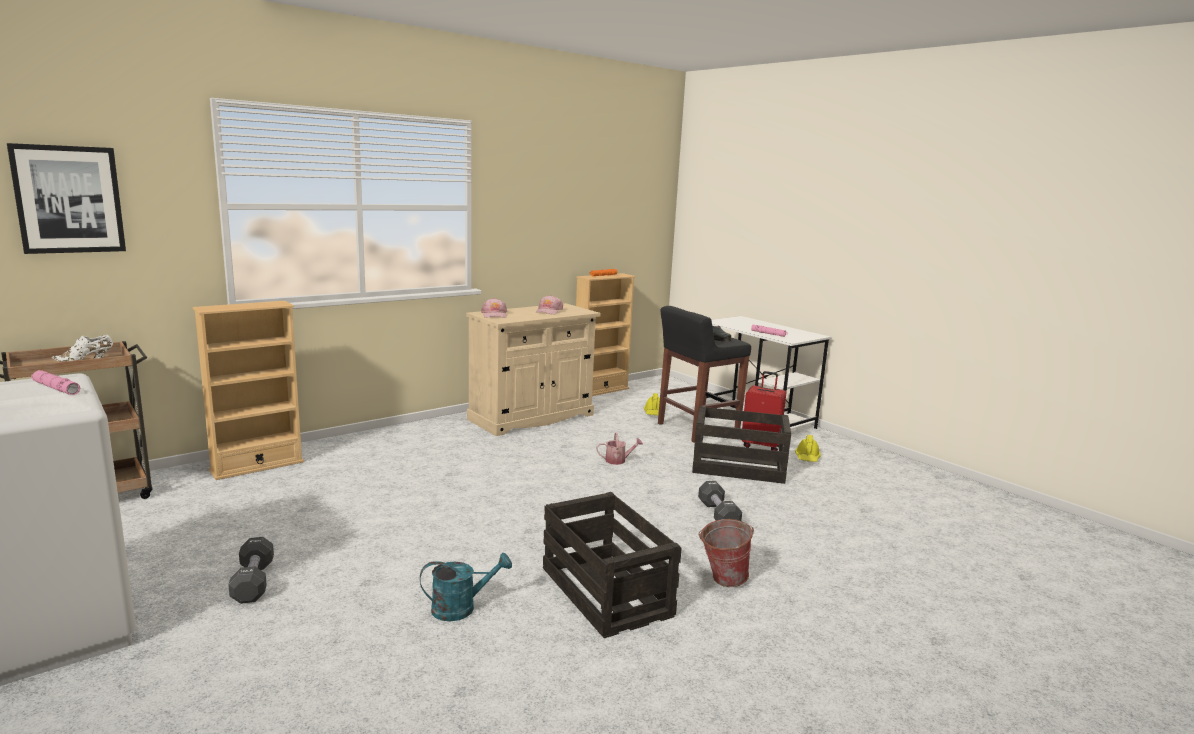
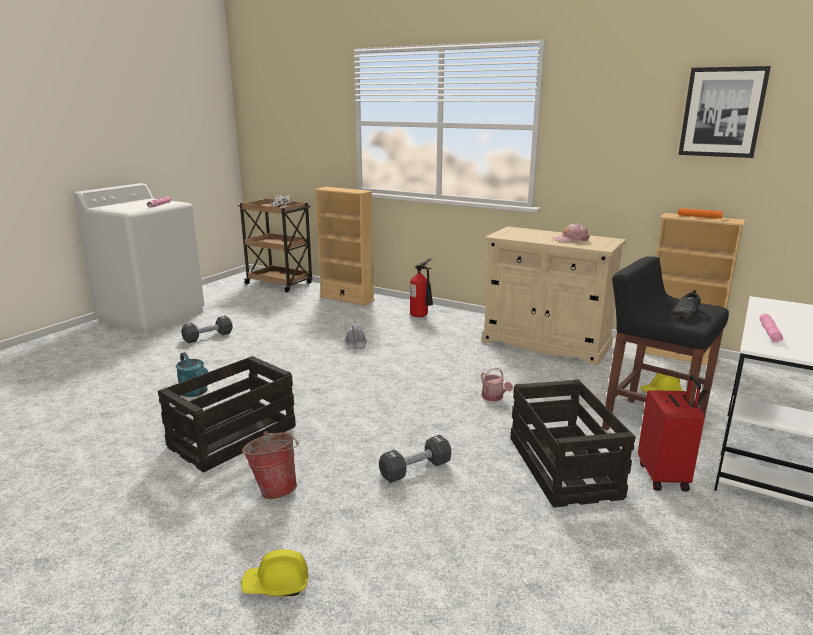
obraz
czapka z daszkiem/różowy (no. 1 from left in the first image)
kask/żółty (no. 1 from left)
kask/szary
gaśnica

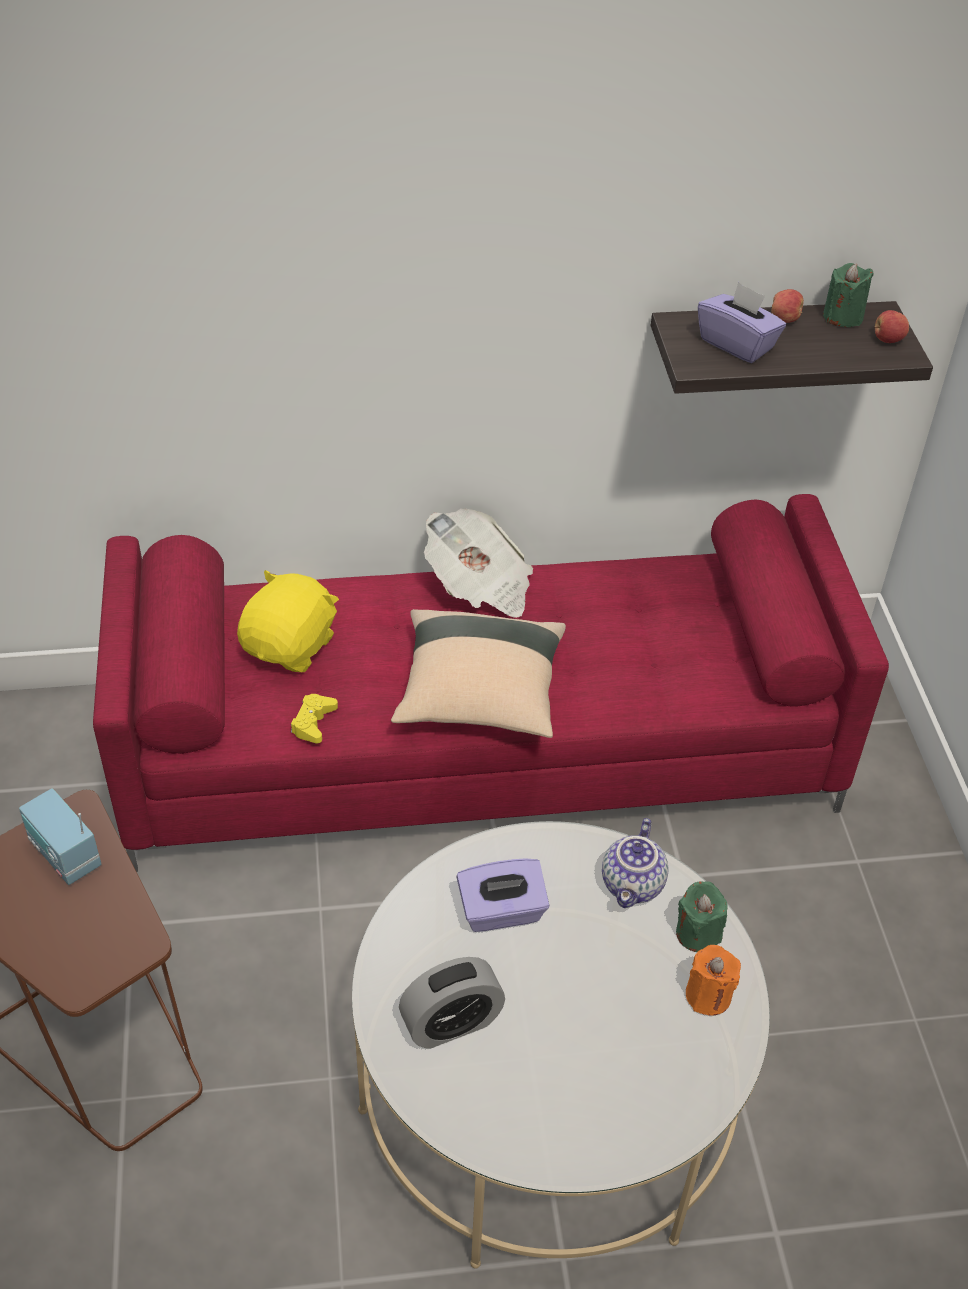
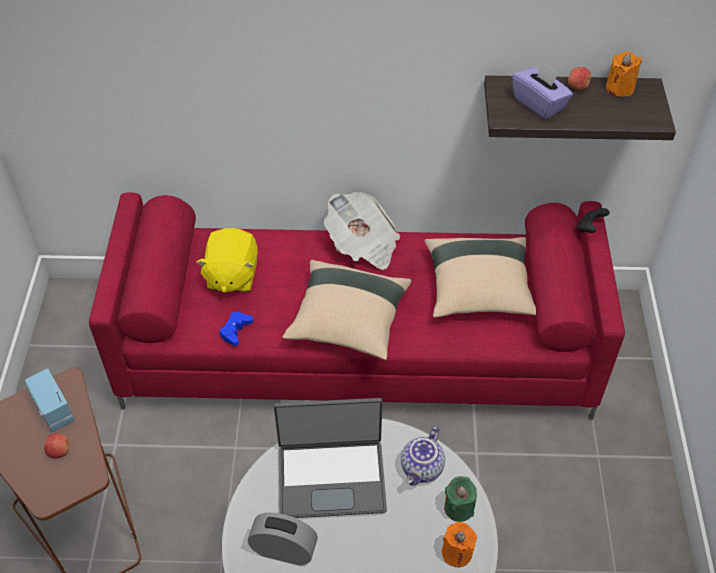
pluszak/żółty
pad do gier/niebieski
budzik
laptop
świeca/pomarańczowy (no. 2 from left)
jabłko (no. 1 from left)
poduszka/beżowy (no. 2 from left)
pad do gier/czarny

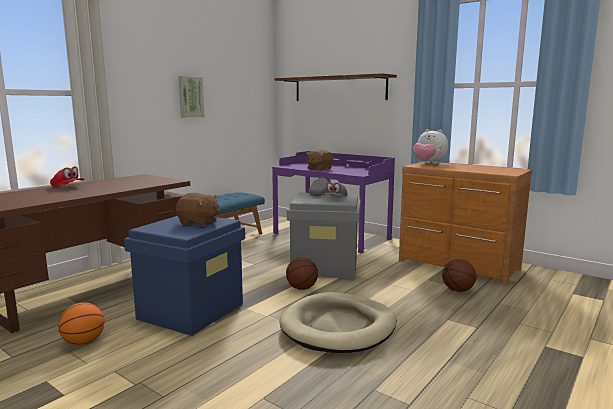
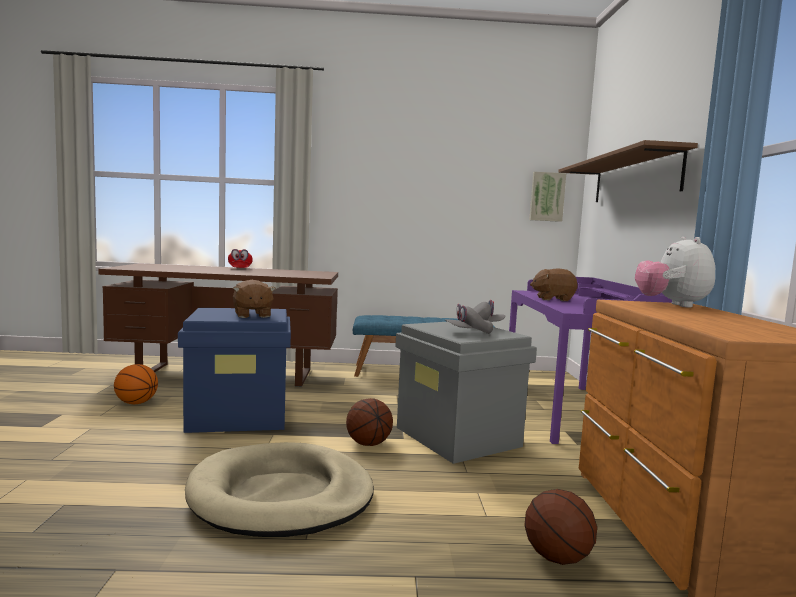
obraz

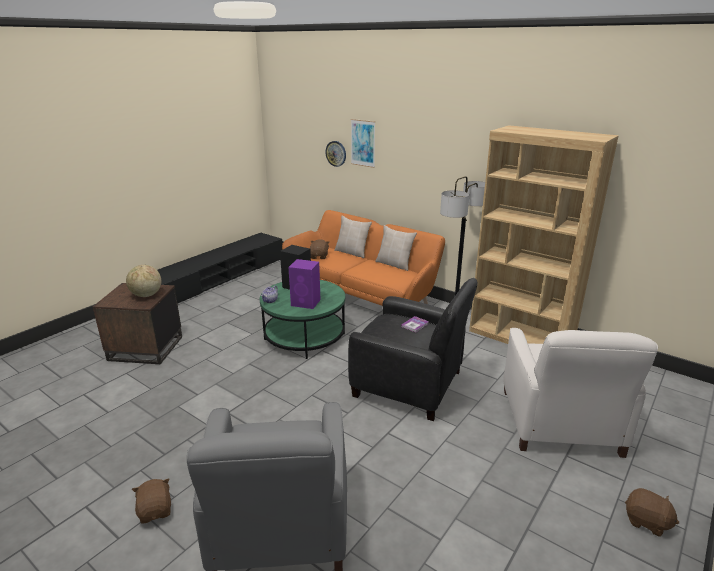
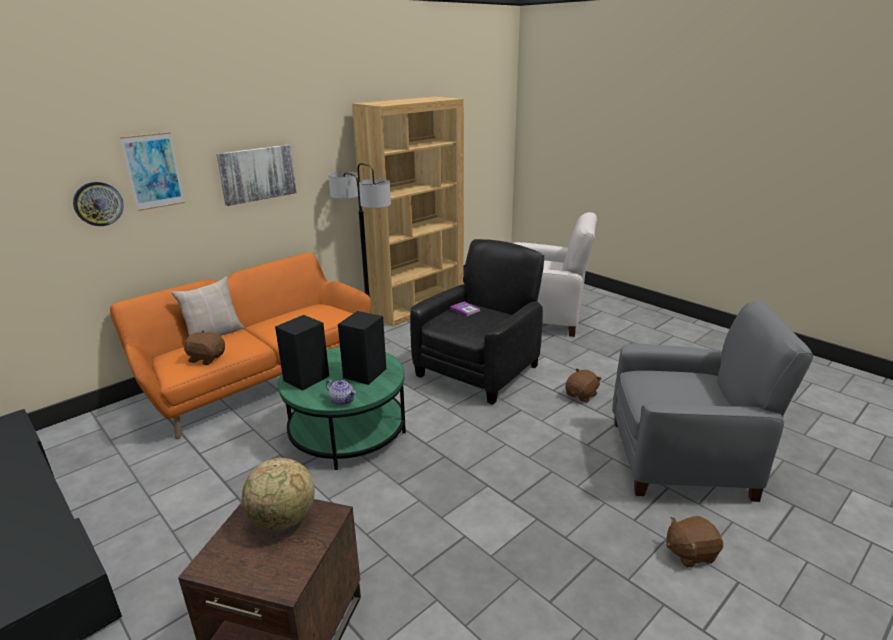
głośnik/czarny (no. 2 from left)
poduszka/beżowy (no. 2 from left in the first image)
pluszak/brązowy (no. 2 from left)
obraz (no. 2 from left)

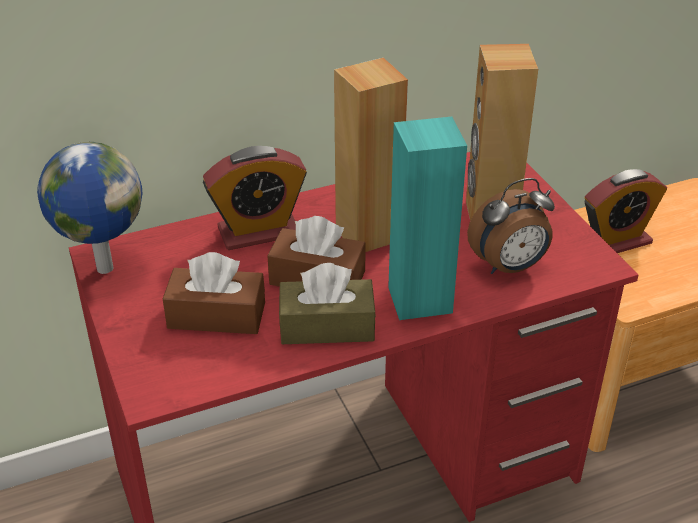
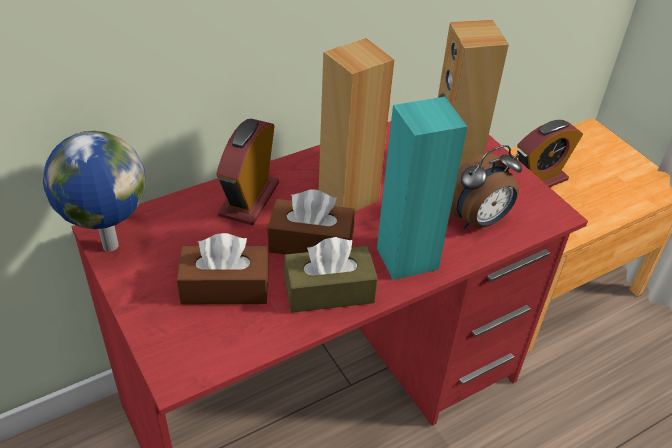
budzik (no. 1 from left)

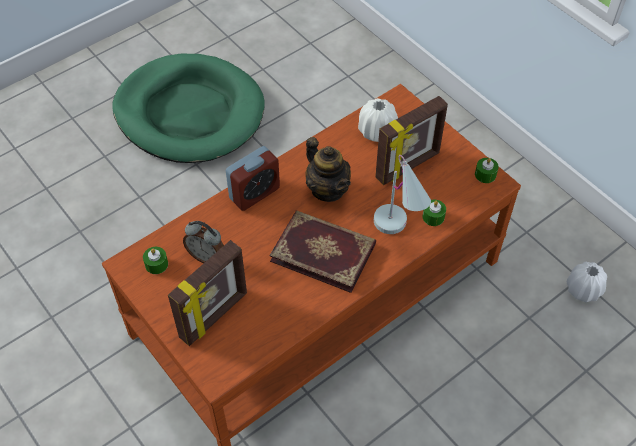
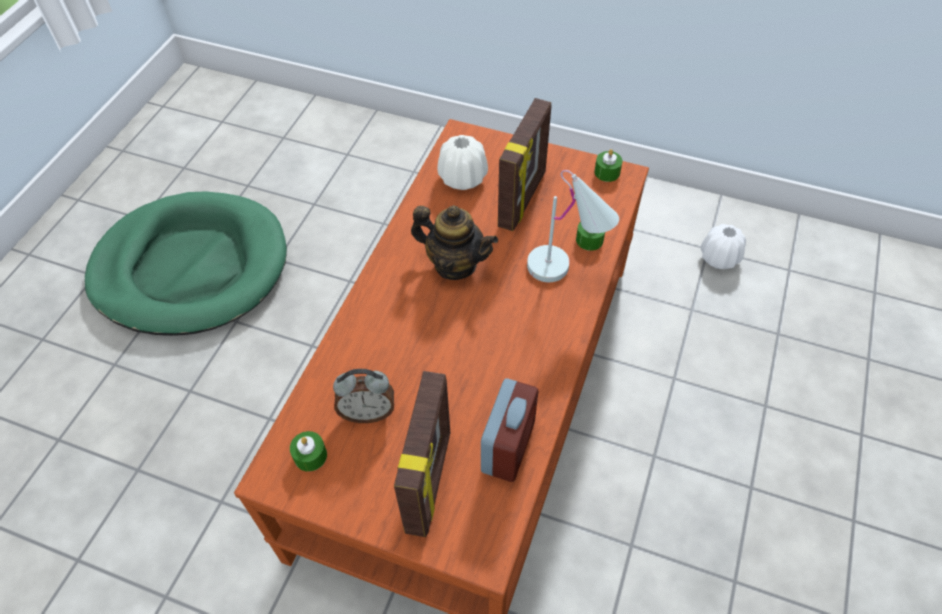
budzik (no. 2 from left)
książka

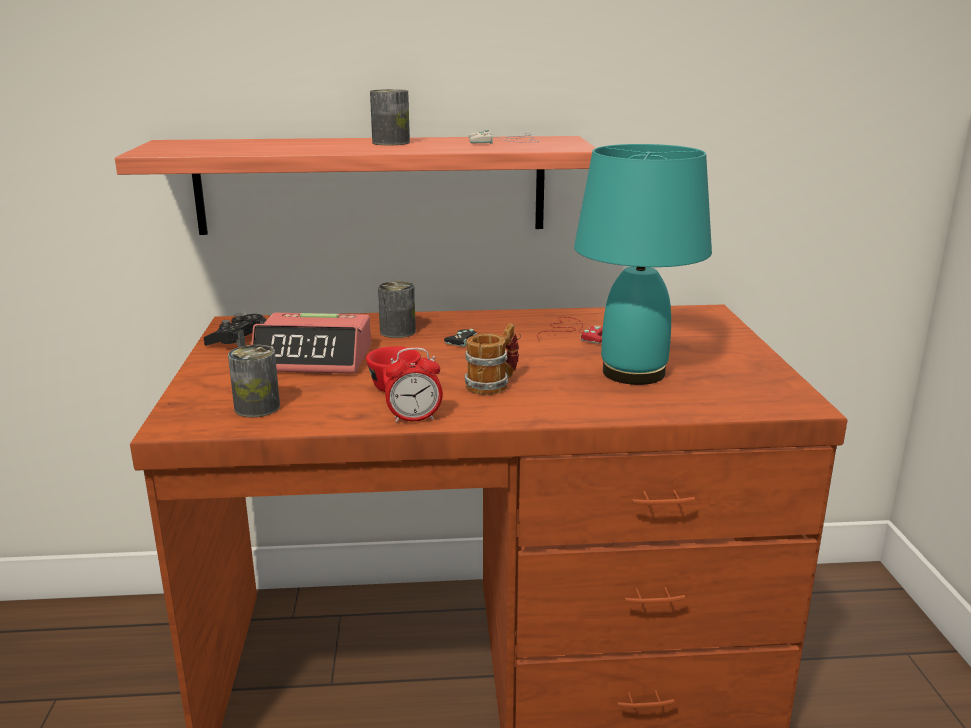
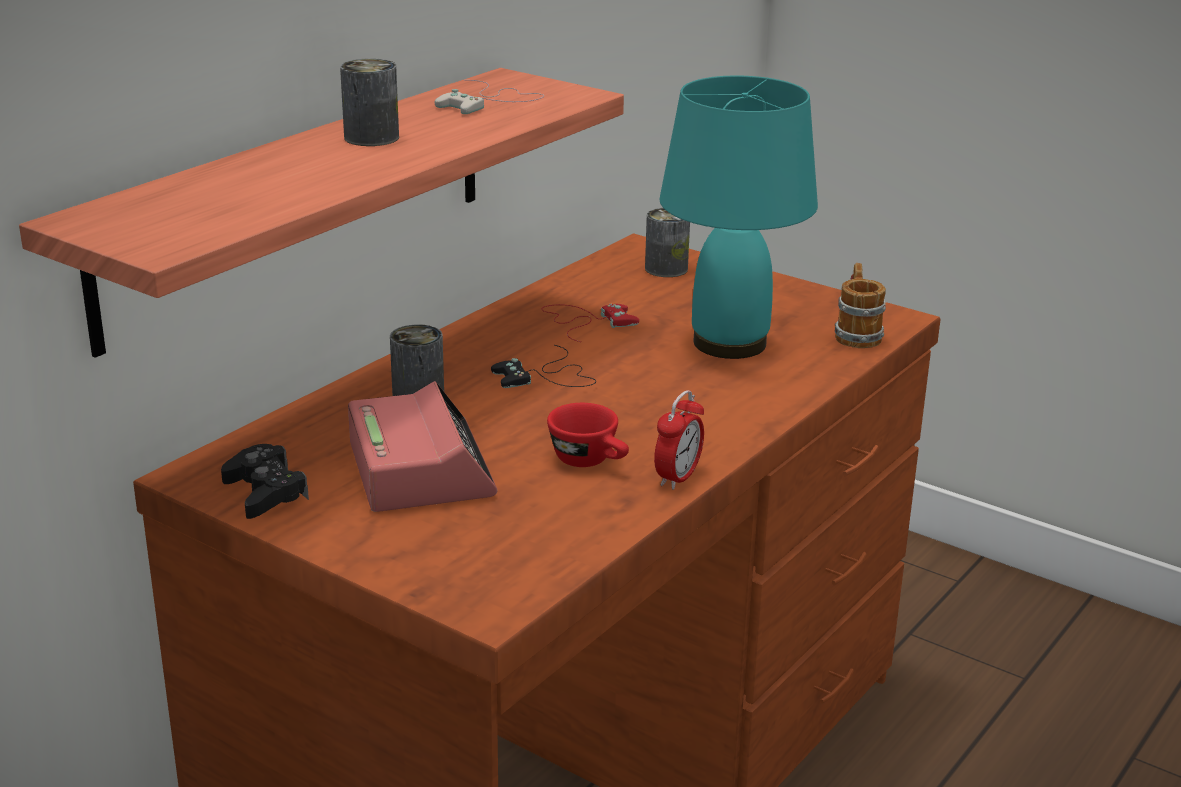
puszka (no. 3 from left)
budzik (no. 1 from left)
kubek

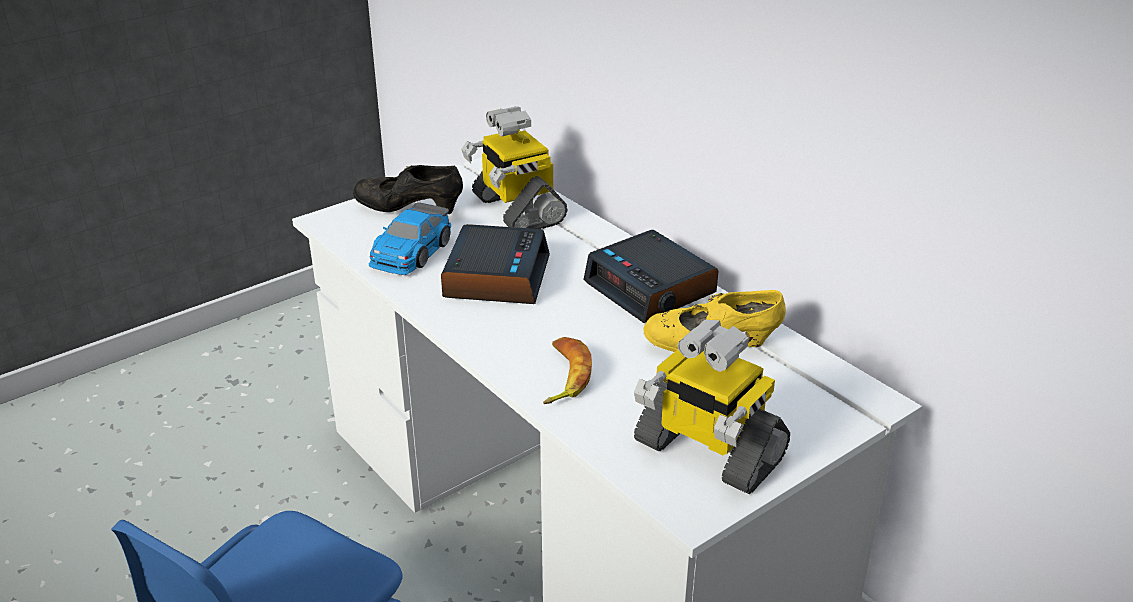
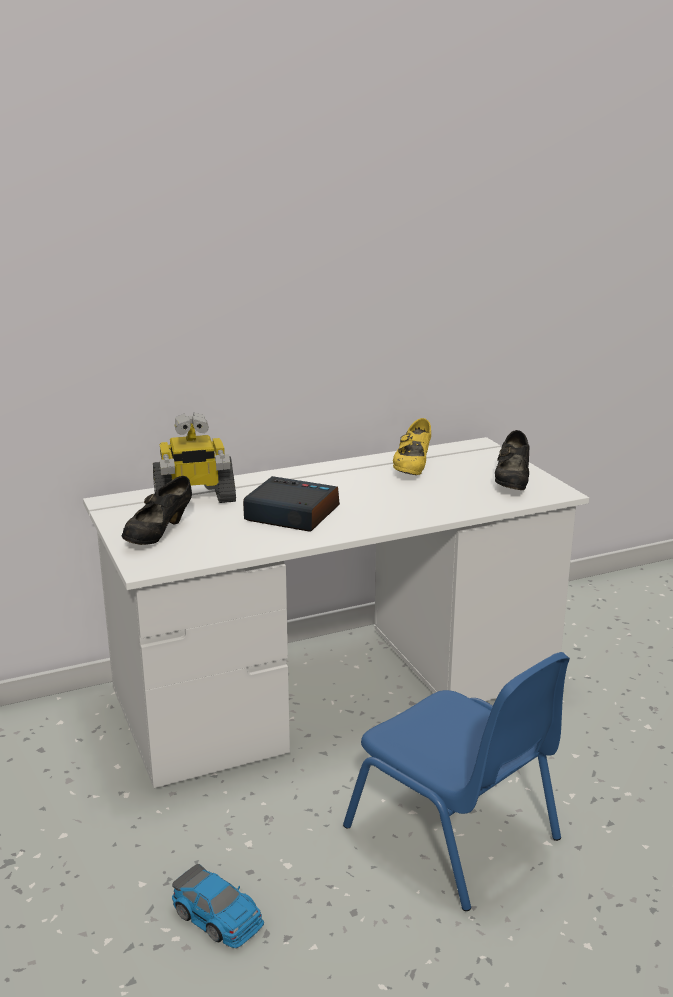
samochodzik
banan
budzik (no. 2 from left in the first image)
but/czarny (no. 2 from left)

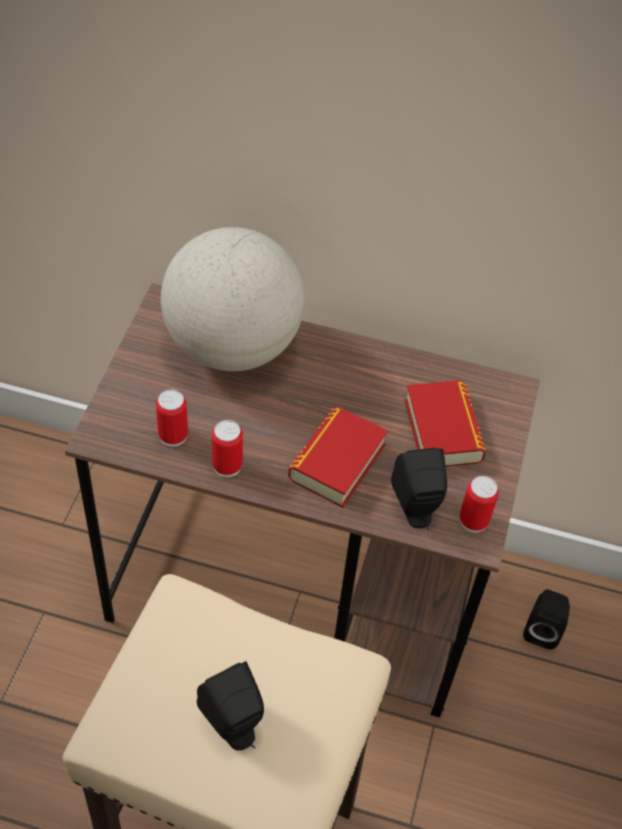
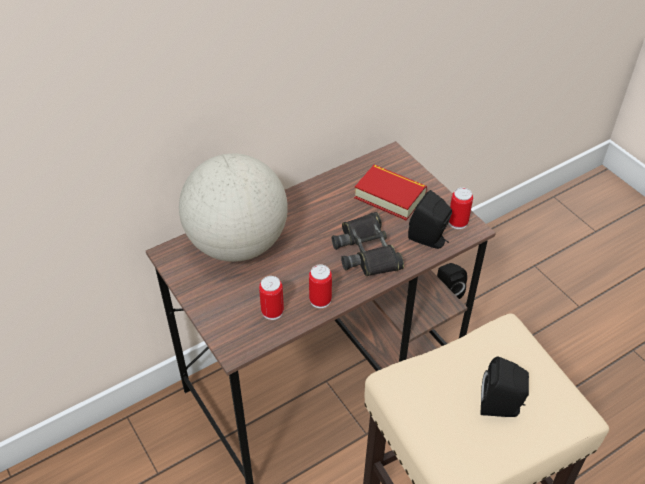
lornetka/czarny

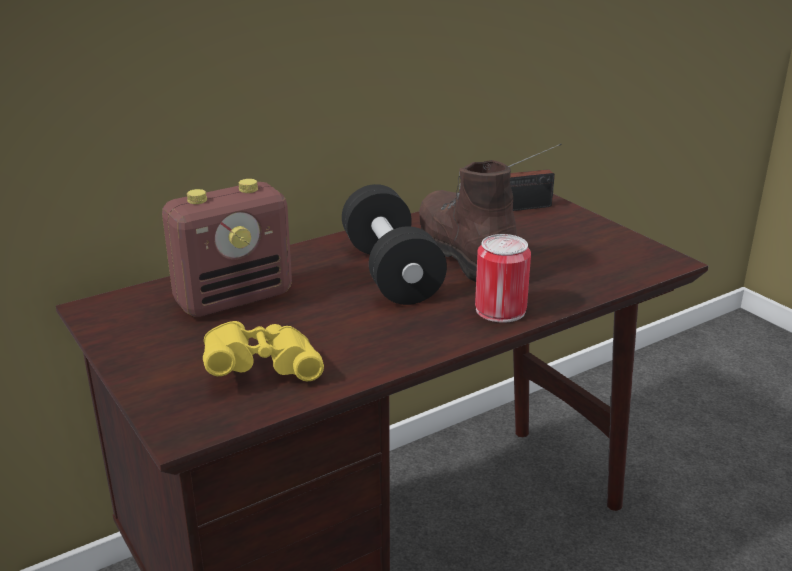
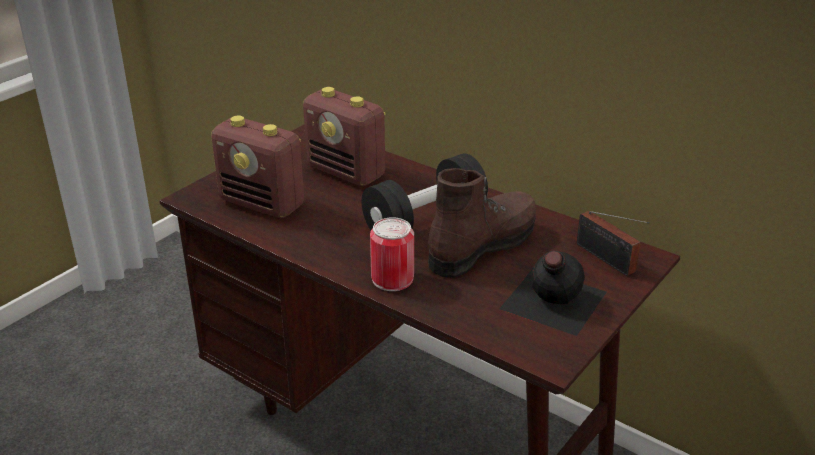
radio (no. 1 from left)
butelka/czarny

